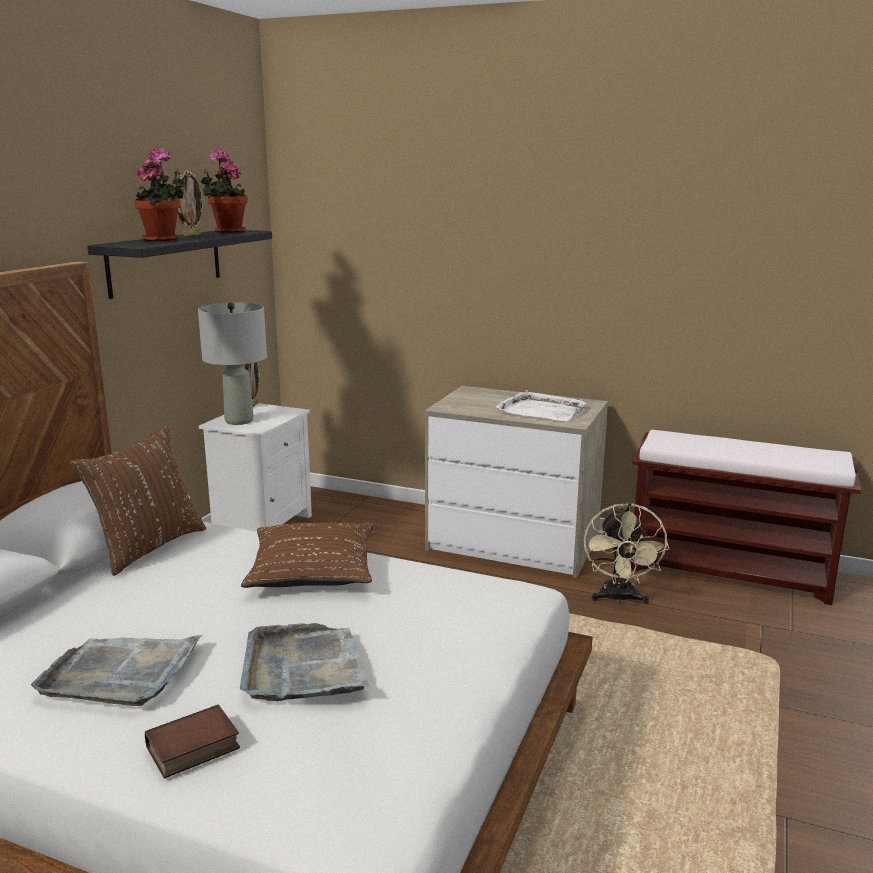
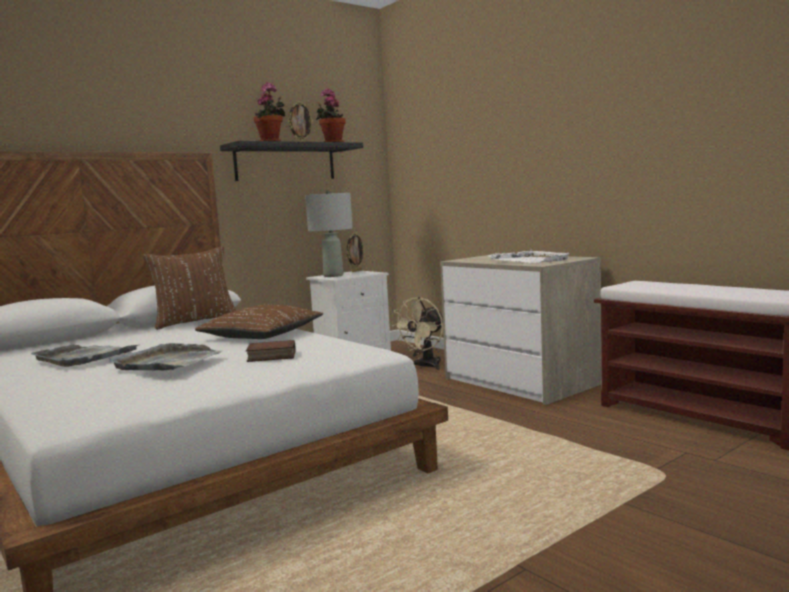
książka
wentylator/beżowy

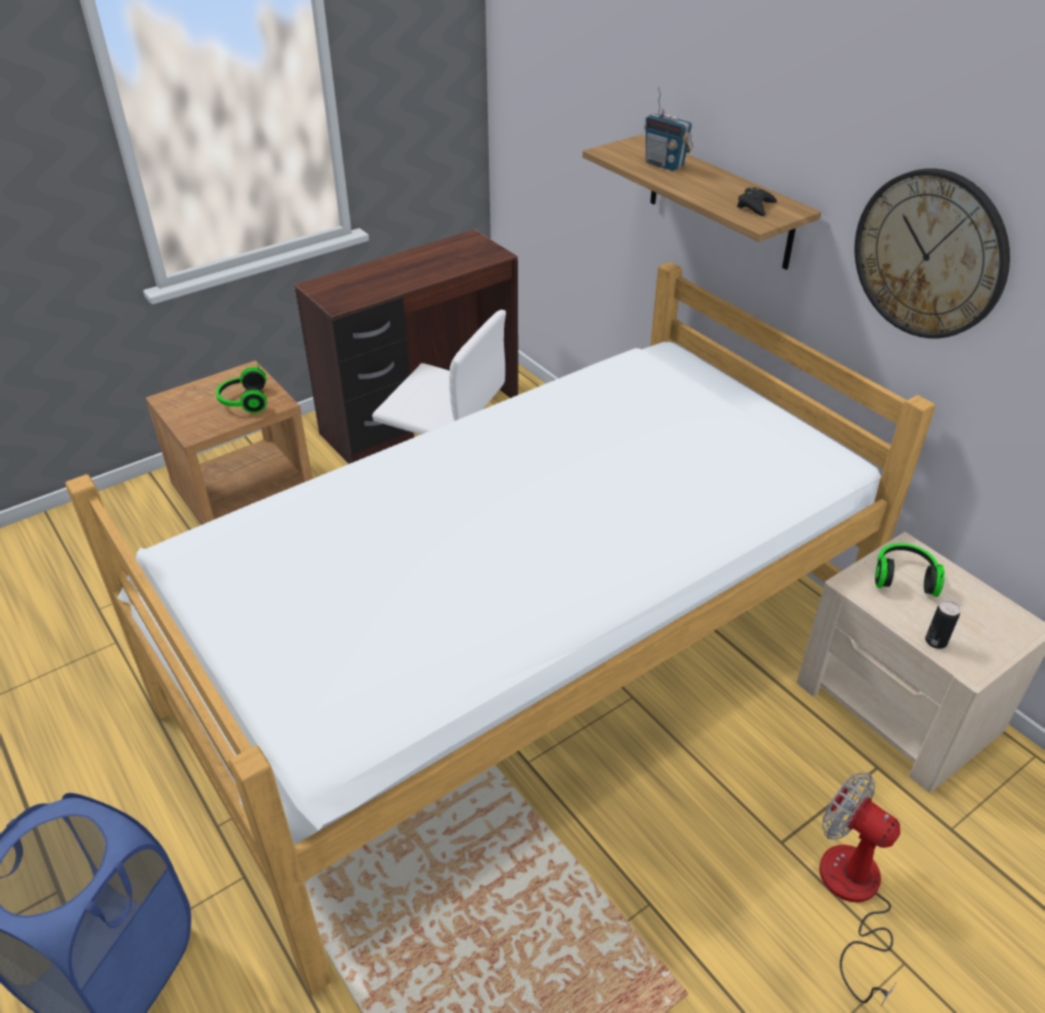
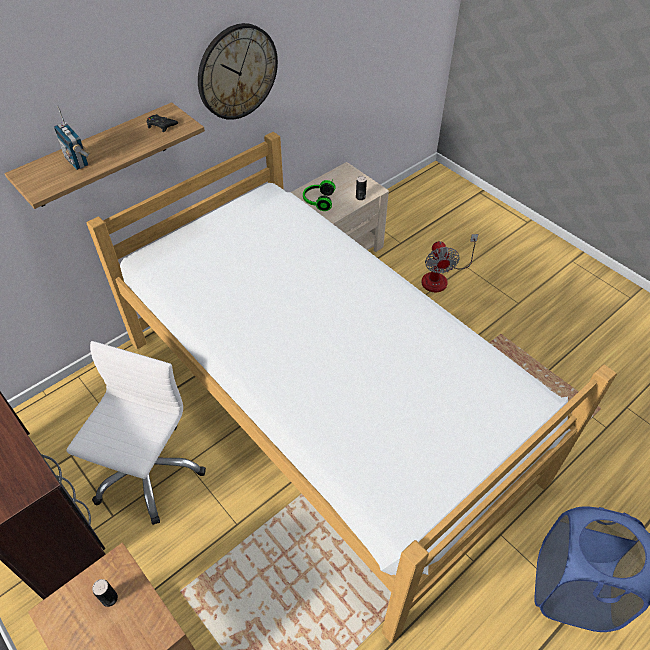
puszka (no. 1 from left)
radio
wentylator

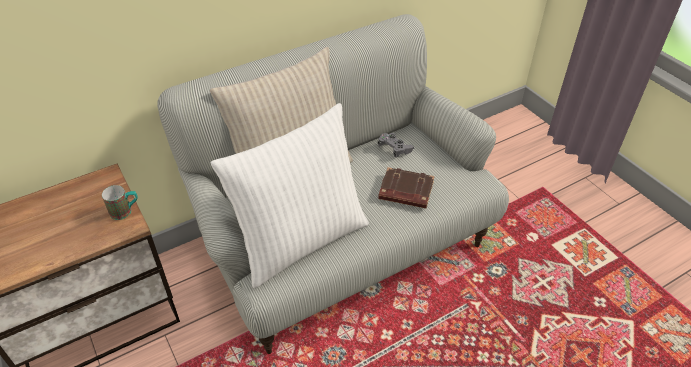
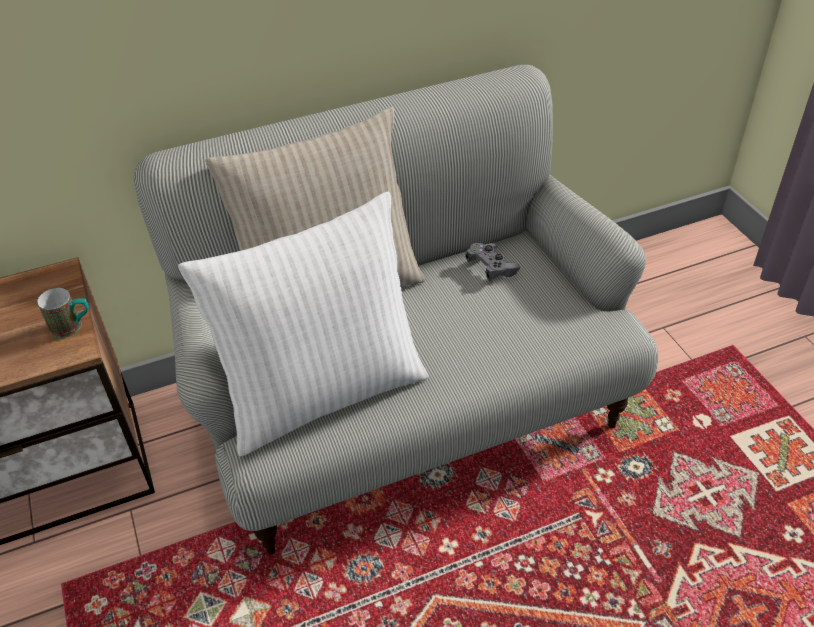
książka/brązowy

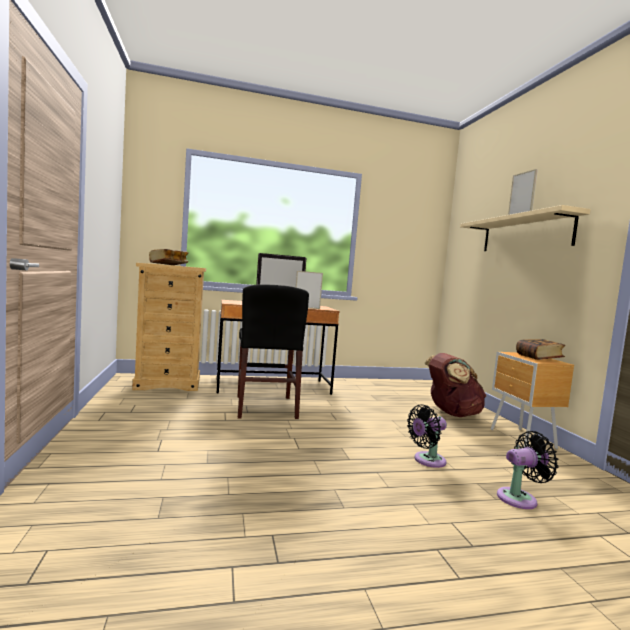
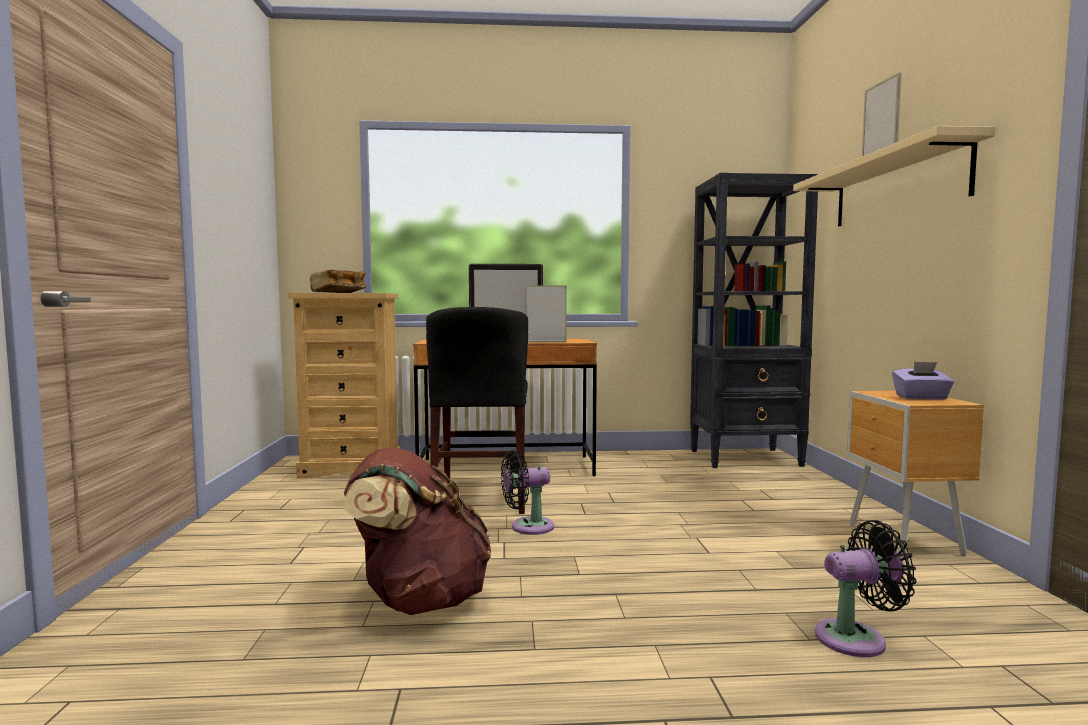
wentylator/czarny (no. 1 from left)
plecak/brązowy
pudełko chusteczek/fioletowy
regał/czarny

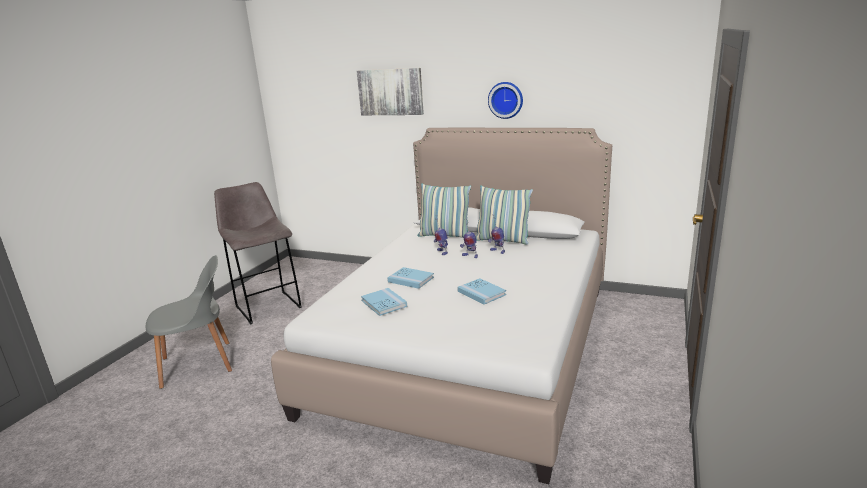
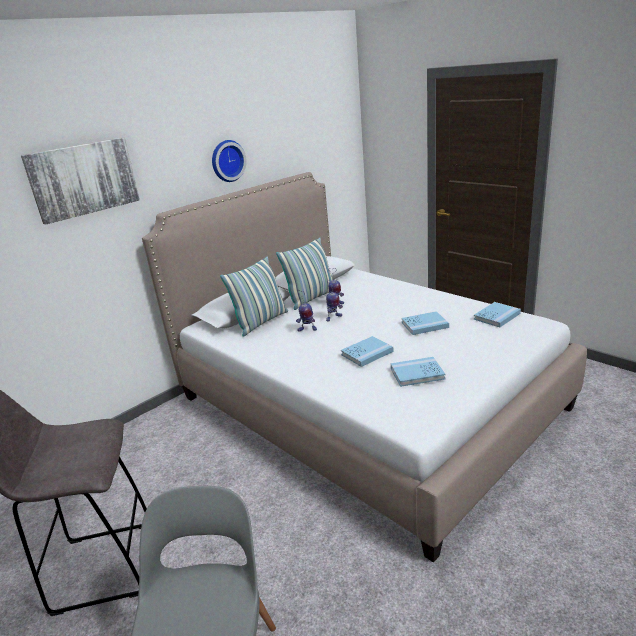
książka/niebieski (no. 4 from left)

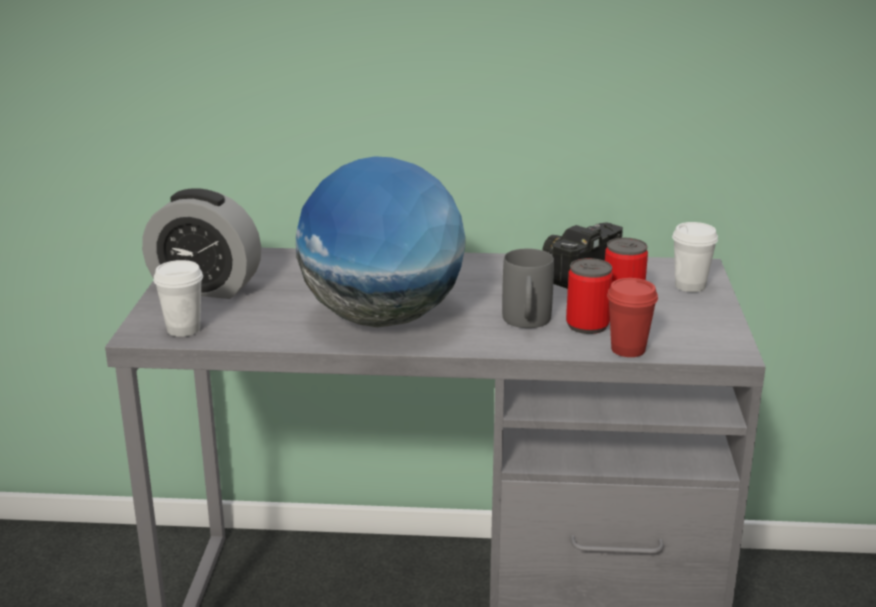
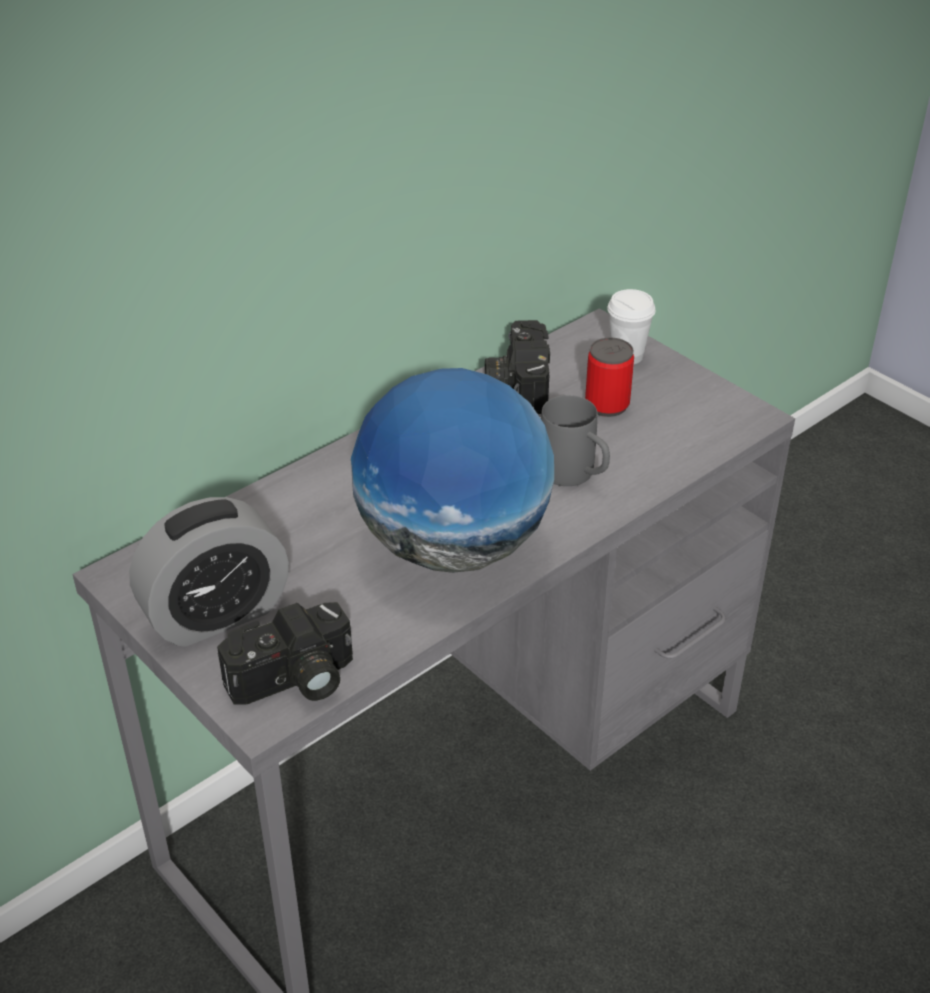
aparat fotograficzny (no. 1 from left)
puszka (no. 1 from left in the first image)
filiżanka/czerwony

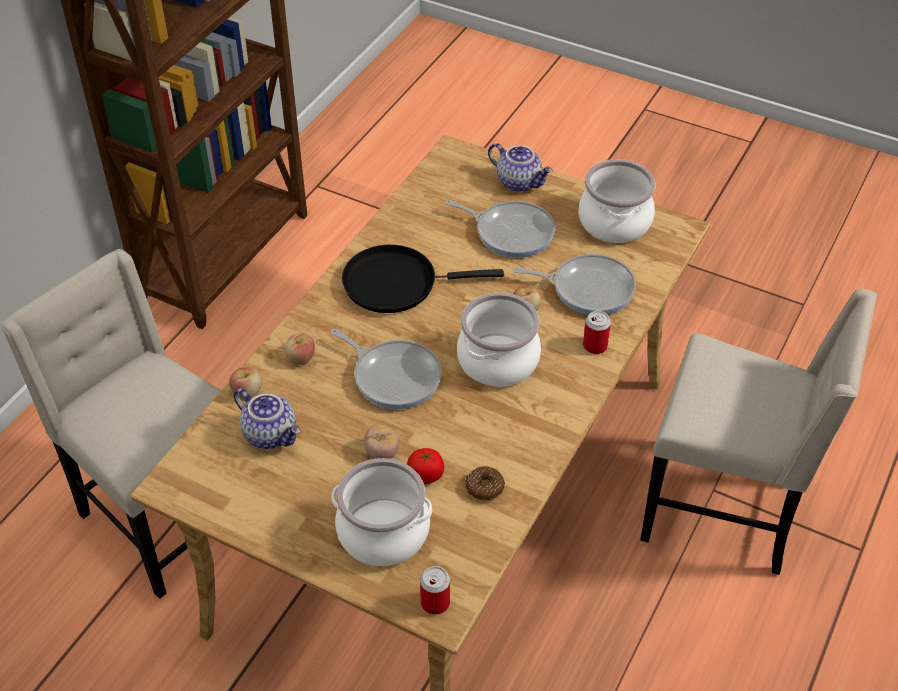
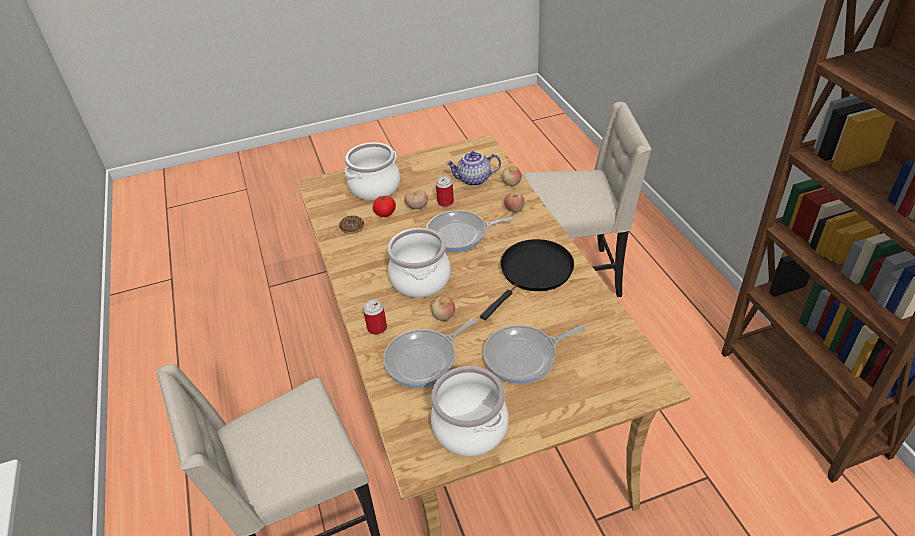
puszka (no. 2 from left)
imbryk (no. 2 from left in the first image)

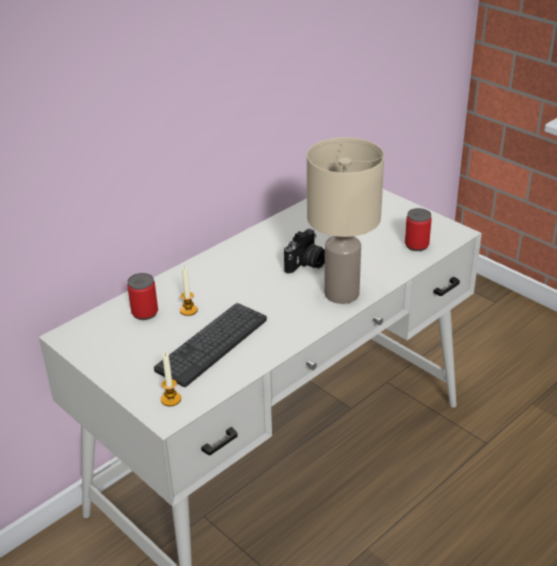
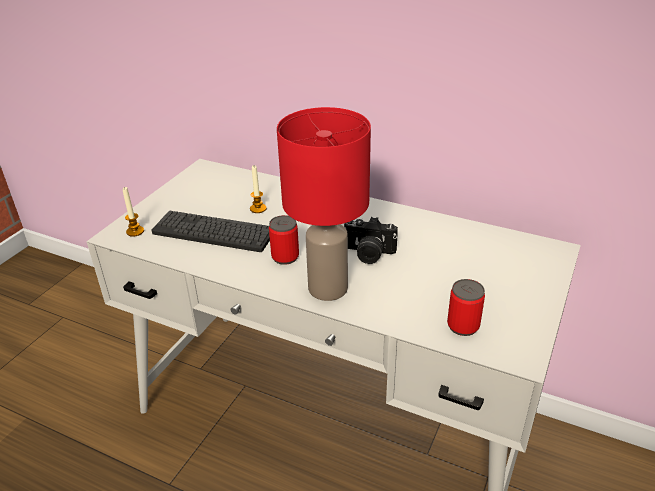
puszka (no. 1 from left)
lampa stołowa/czerwony

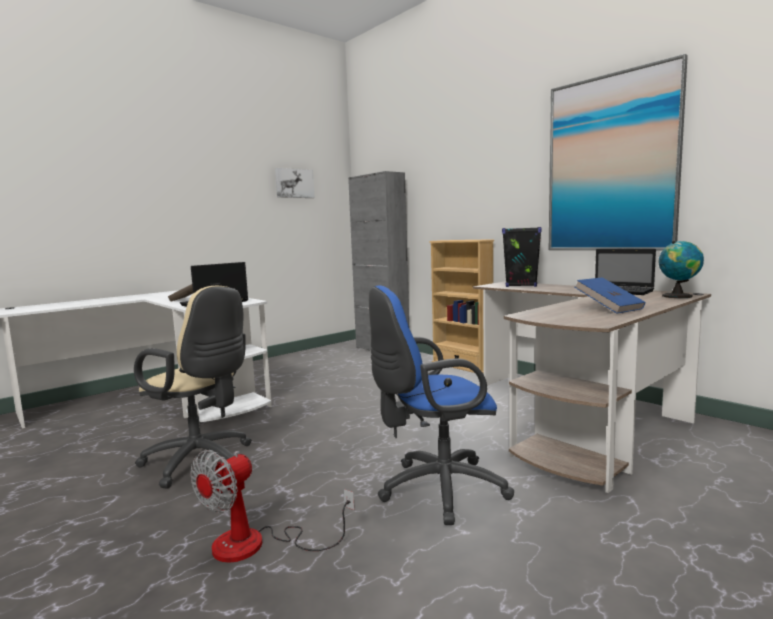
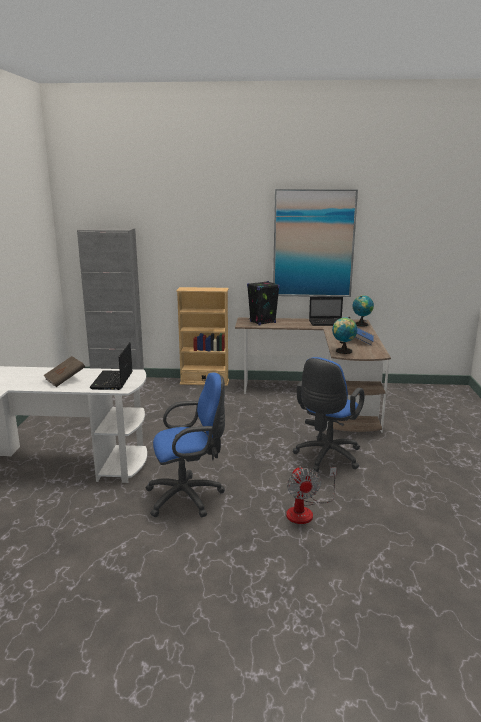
krzesło biurowe/niebieski (no. 1 from left)
obraz (no. 1 from left in the first image)
globus (no. 1 from left)

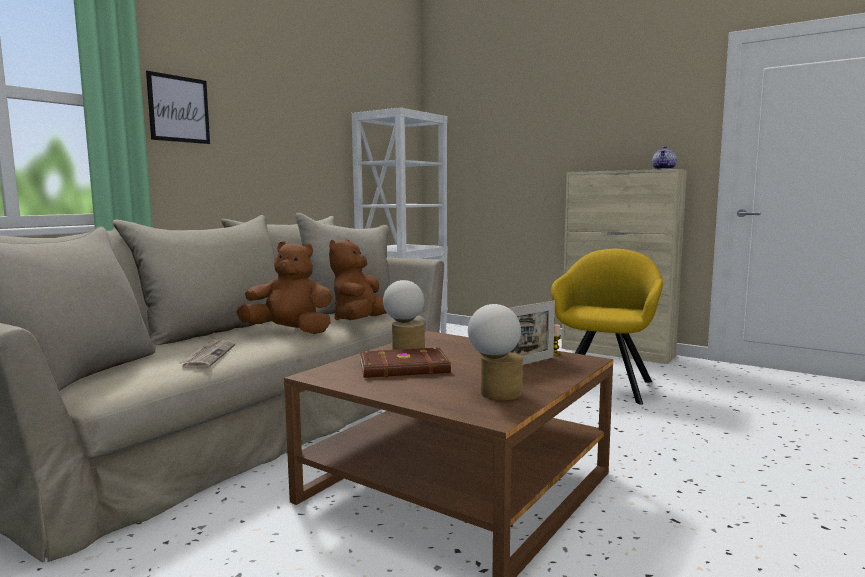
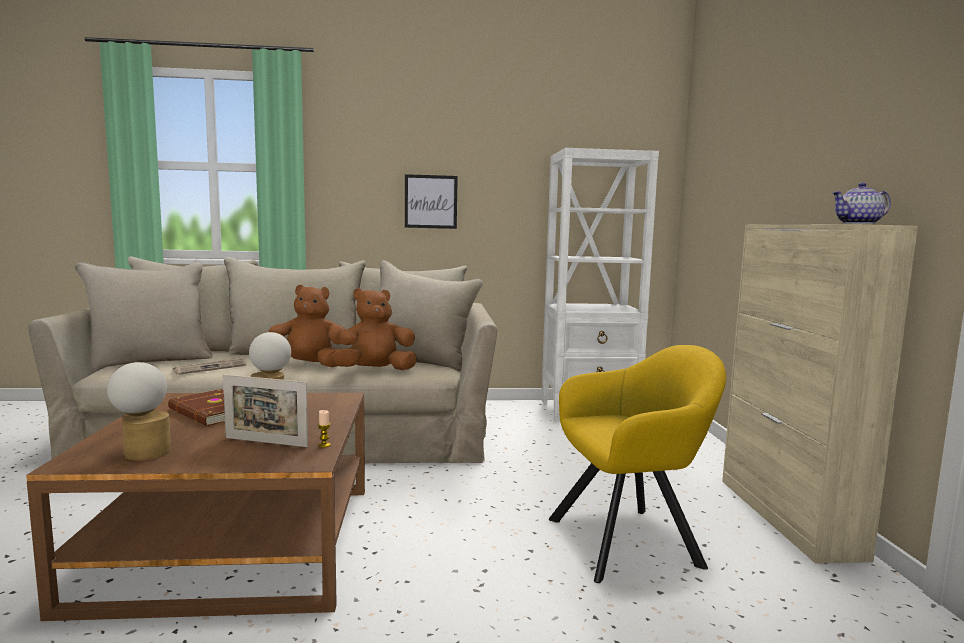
obraz
pluszak/brązowy (no. 1 from left)

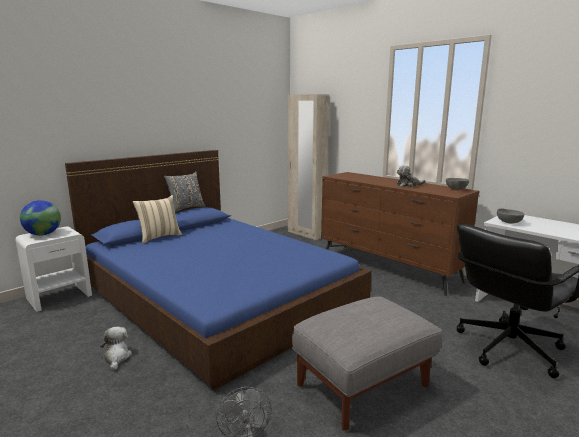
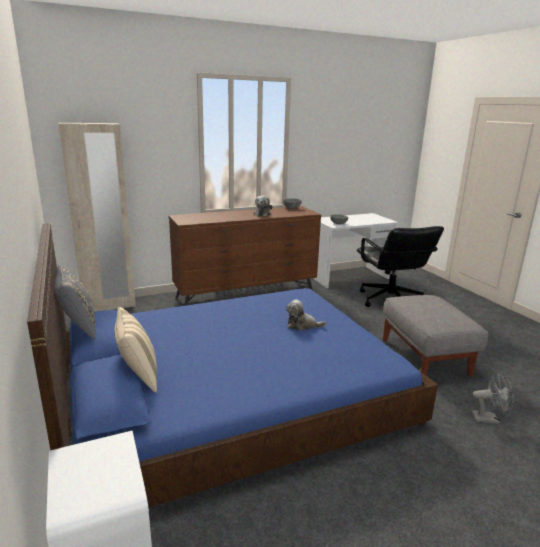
globus
pluszak (no. 2 from left)

